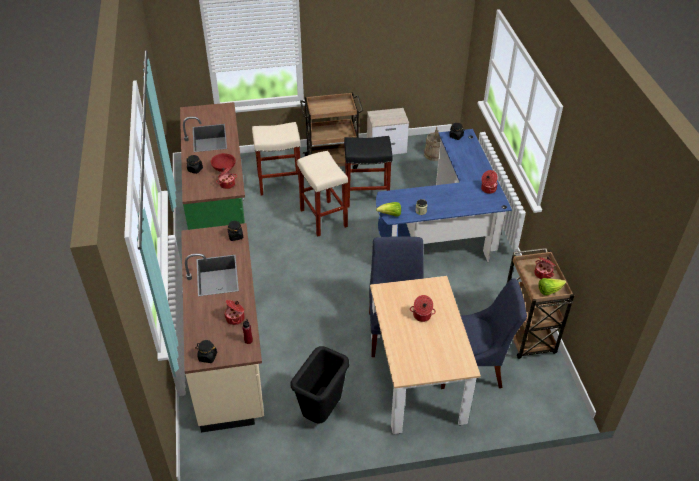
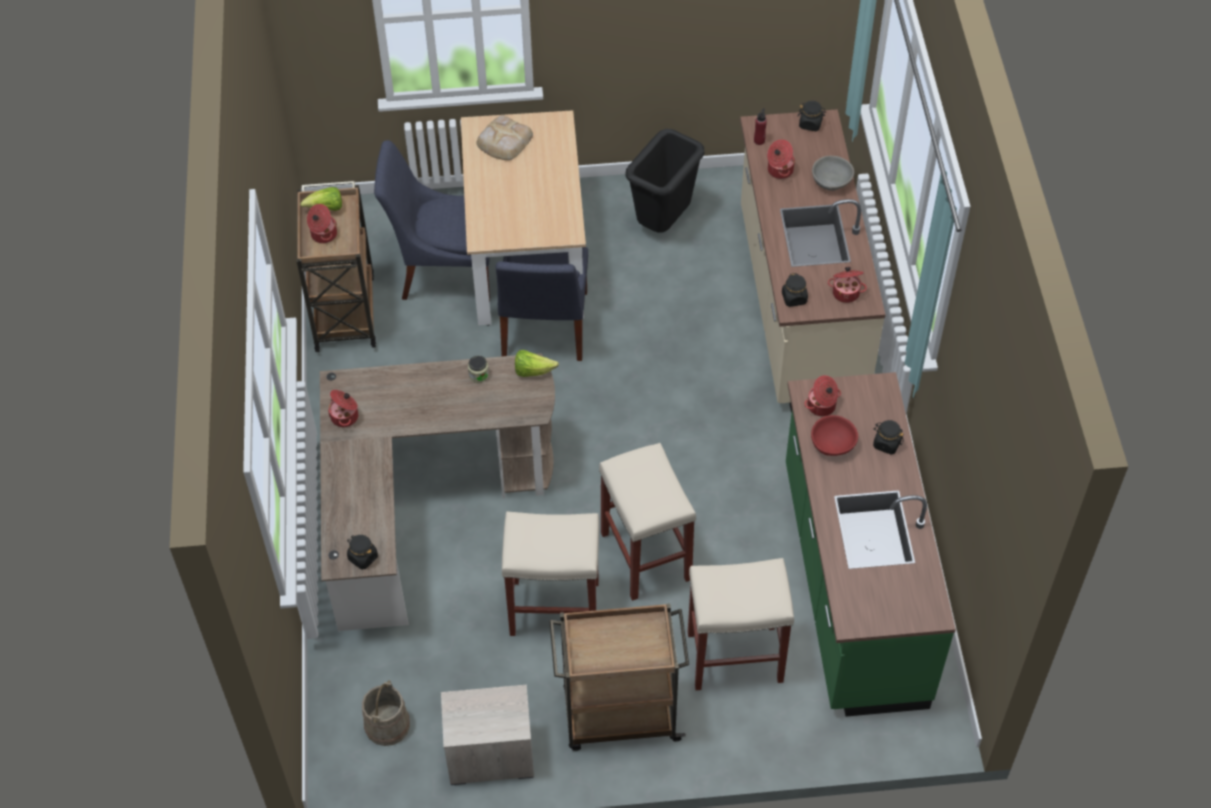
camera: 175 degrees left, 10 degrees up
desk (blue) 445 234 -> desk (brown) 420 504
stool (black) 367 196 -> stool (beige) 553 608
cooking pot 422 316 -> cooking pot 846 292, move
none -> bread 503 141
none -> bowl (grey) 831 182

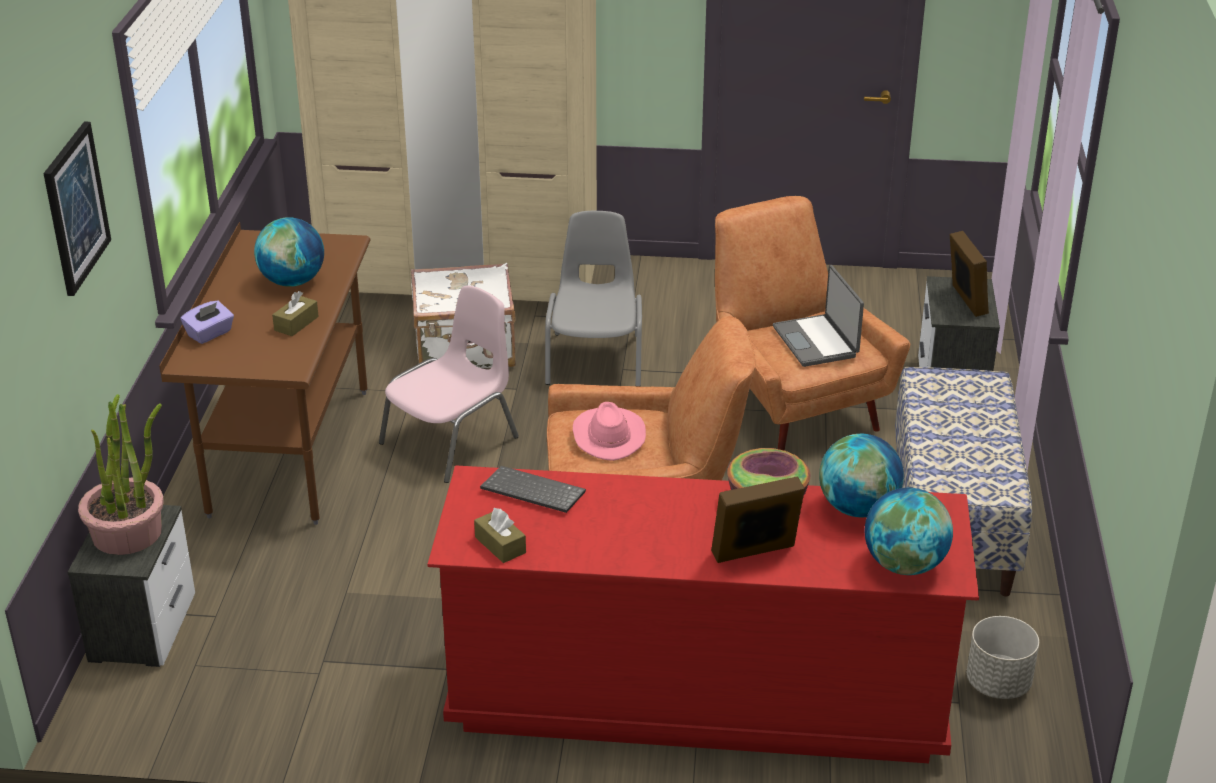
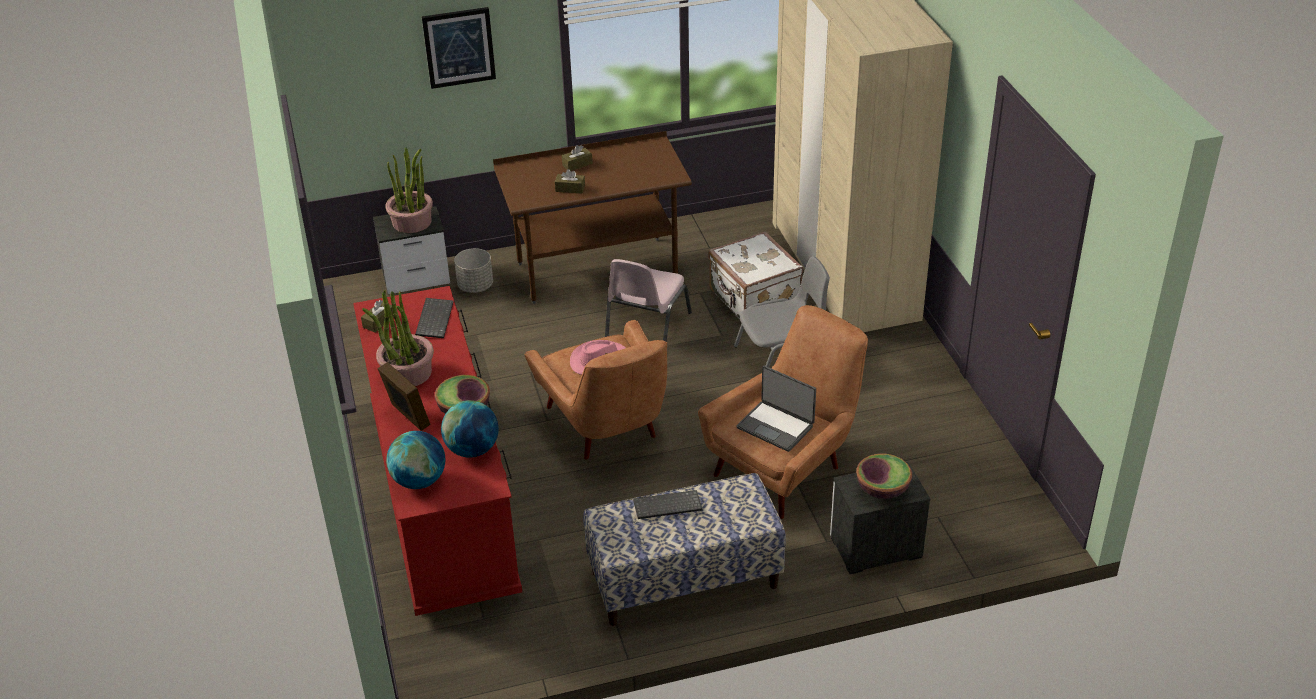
camera: 70 degrees right, 5 degrees up
globe 292 281 -> none
picture frame 965 301 -> bowl 882 489
laptop 817 342 -> laptop 776 426, 105 degrees counterclockwise
chair (pink) 452 440 -> chair (pink) 646 326, 90 degrees clockwise
tissue box (purple) 210 334 -> none
planter (grey) 998 684 -> planter (grey) 475 286, move
none -> tissue box (brown) 577 164
none -> potted plant 407 373
none -> keyboard 666 507

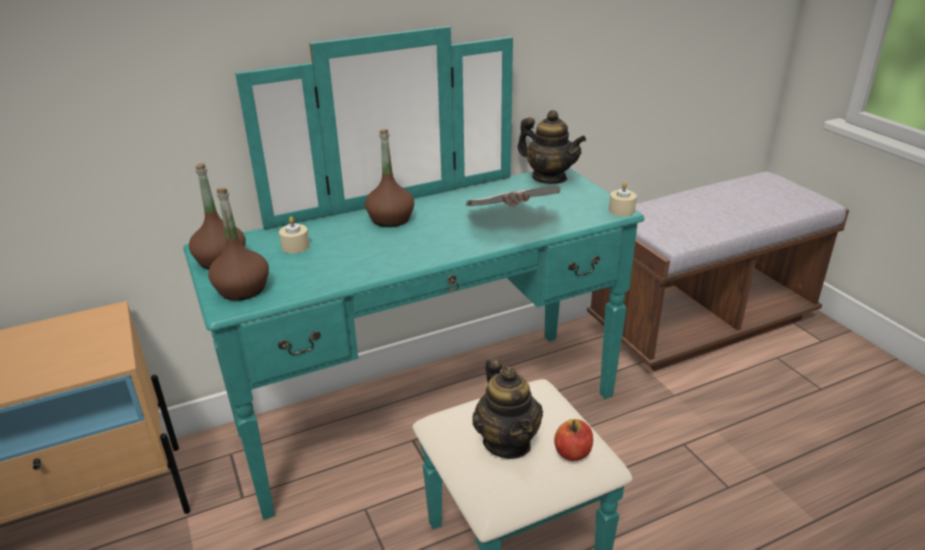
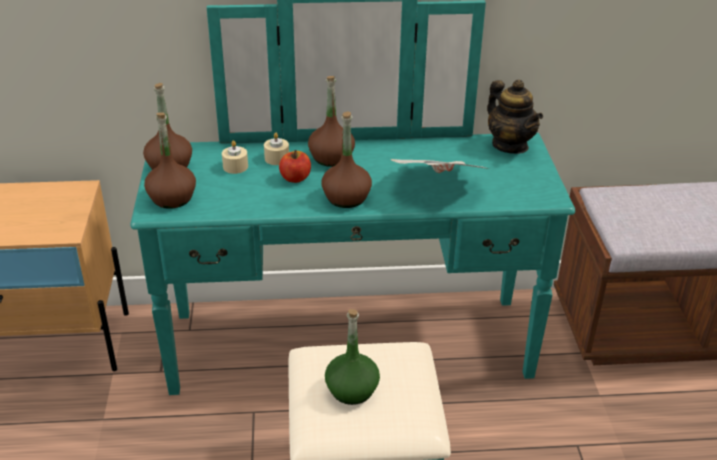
camera: 20 degrees right, 5 degrees up
candle (beige) 621 210 -> candle (beige) 277 158, move
teapot 507 442 -> bottle (green) 352 390
apple 573 453 -> apple 295 178, move
none -> bottle (brown) 346 198

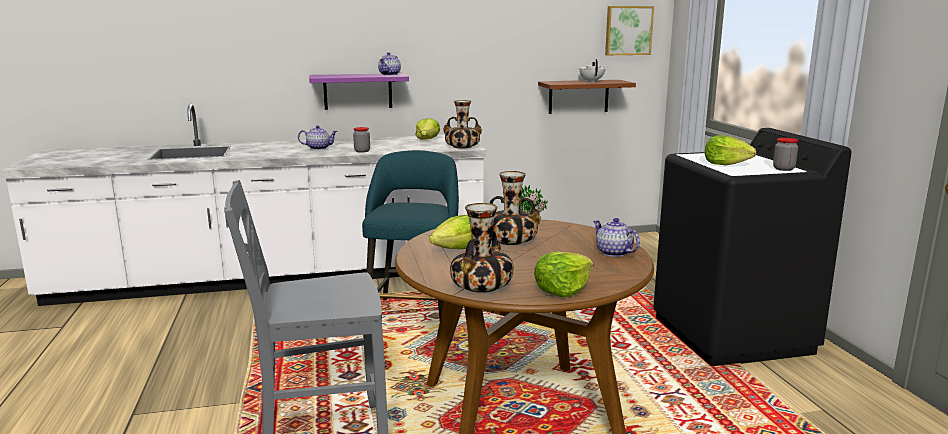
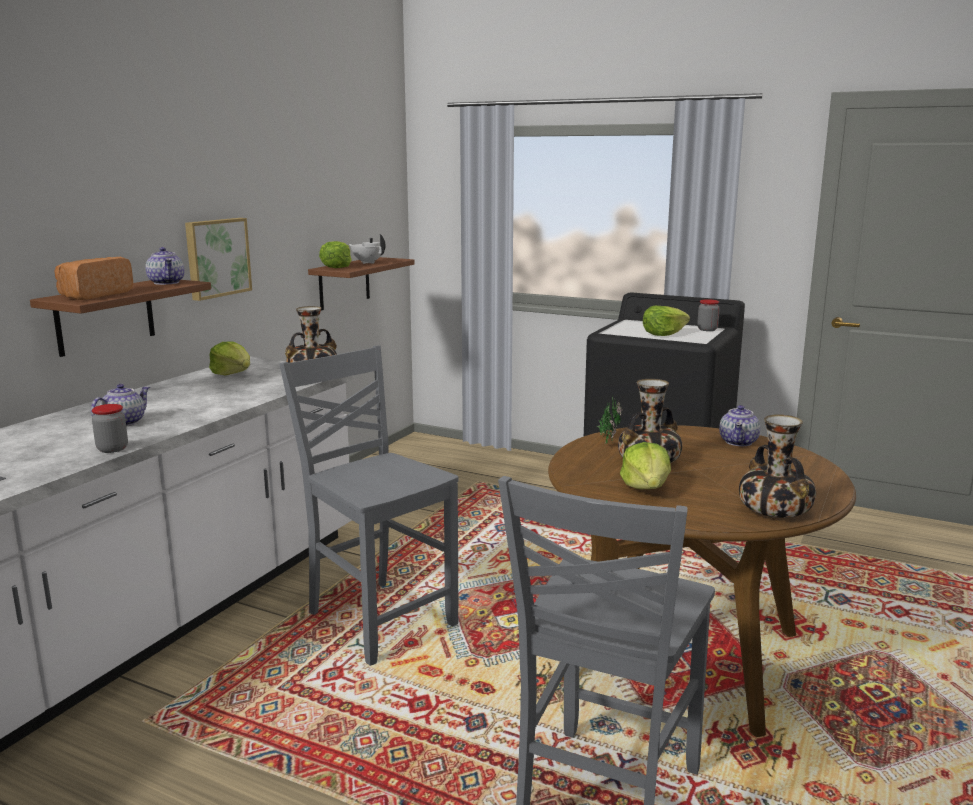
camera: 50 degrees left, 0 degrees up
picture 628 30 -> picture 216 257, move
shelf (purple) 358 91 -> shelf (brown) 105 316
jar 362 151 -> jar 112 449, move
stool (turquoise) 413 313 -> chair (grey) 379 618
teapot 613 253 -> teapot 739 442, 75 degrees counterclockwise
lettuce 562 290 -> lettuce 336 267, move
none -> bread 94 295

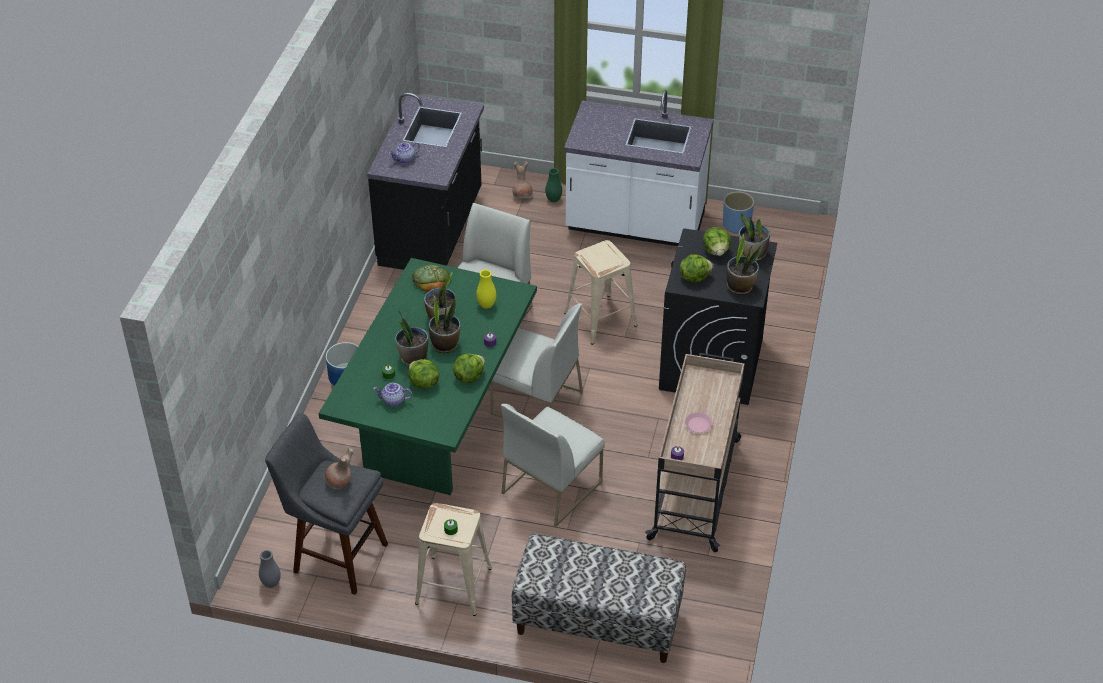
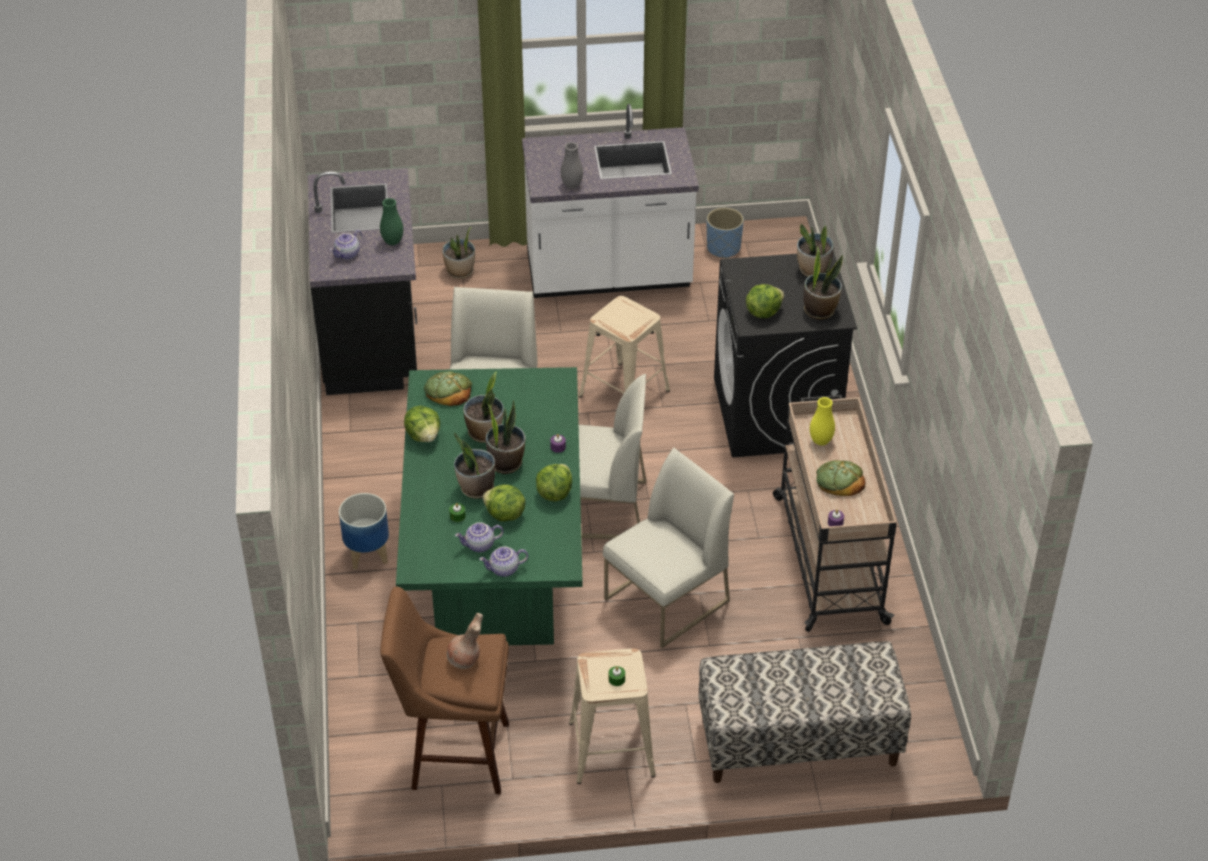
camera: 20 degrees left, 0 degrees up
vase (brown) 522 196 -> potted plant 460 272
vase (green) 553 200 -> vase (green) 392 242, move
lettuce 716 251 -> lettuce 424 436, move
vase (yellow) 486 305 -> vase (yellow) 820 441, move
chair (white) 551 486 -> chair (white) 666 601, 150 degrees counterclockwise
plate (pink) 698 425 -> bread 839 480
stool (grey) 336 556 -> stool (brown) 454 755
vase (grey) 271 583 -> vase (grey) 572 185, move
none -> teapot 504 570

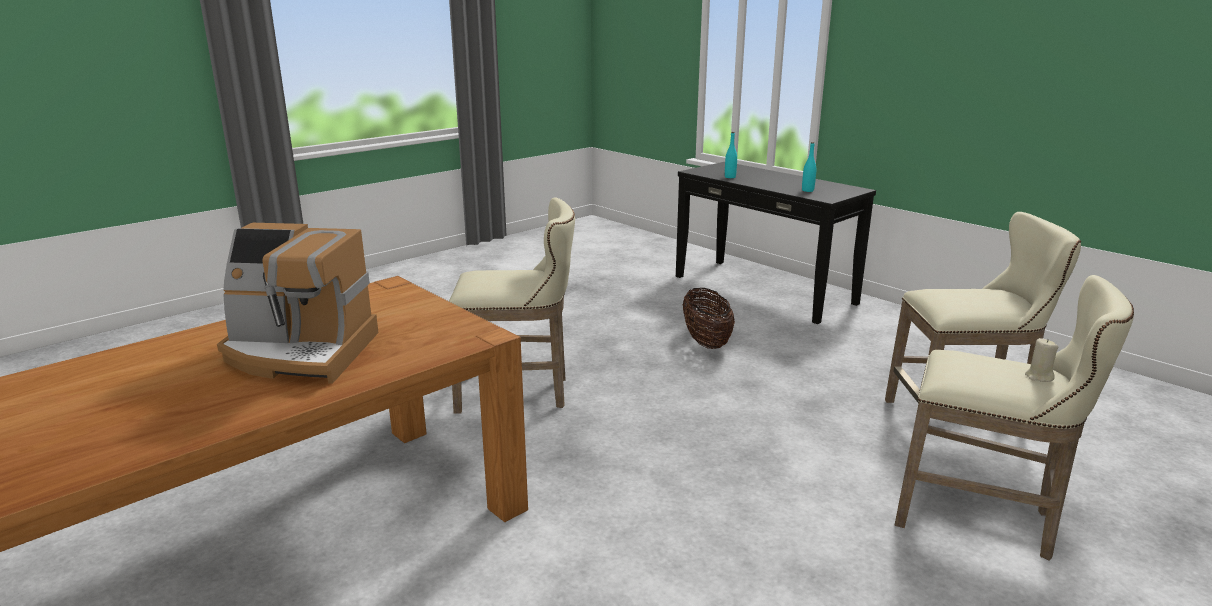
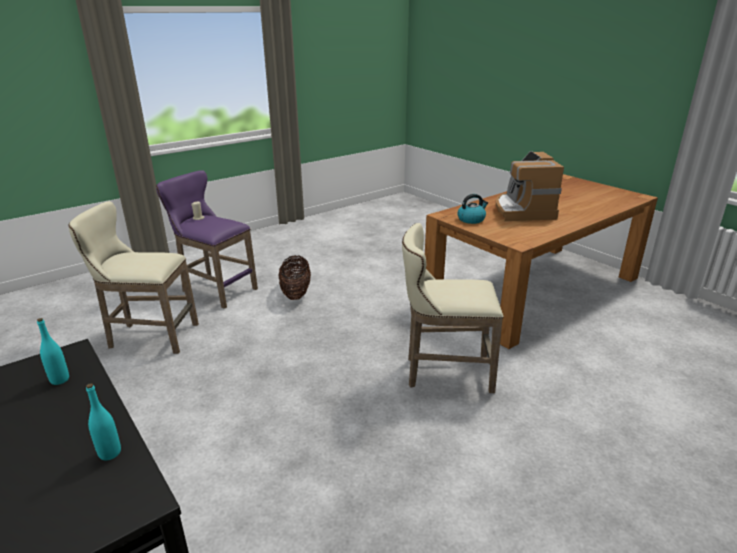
camera: 175 degrees left, 5 degrees up
coffee machine 300 353 -> coffee machine 522 211, 105 degrees counterclockwise
stool (beige) 982 519 -> stool (purple) 215 290
basket 706 341 -> basket 296 293, move
none -> kettle 471 219

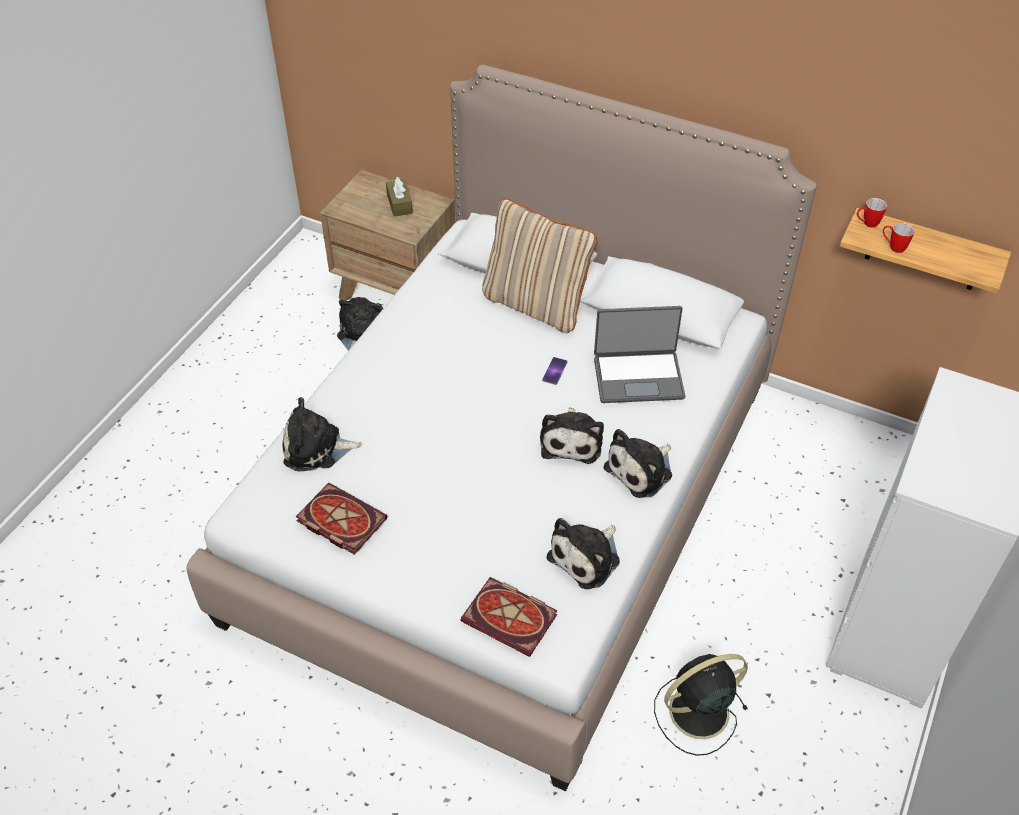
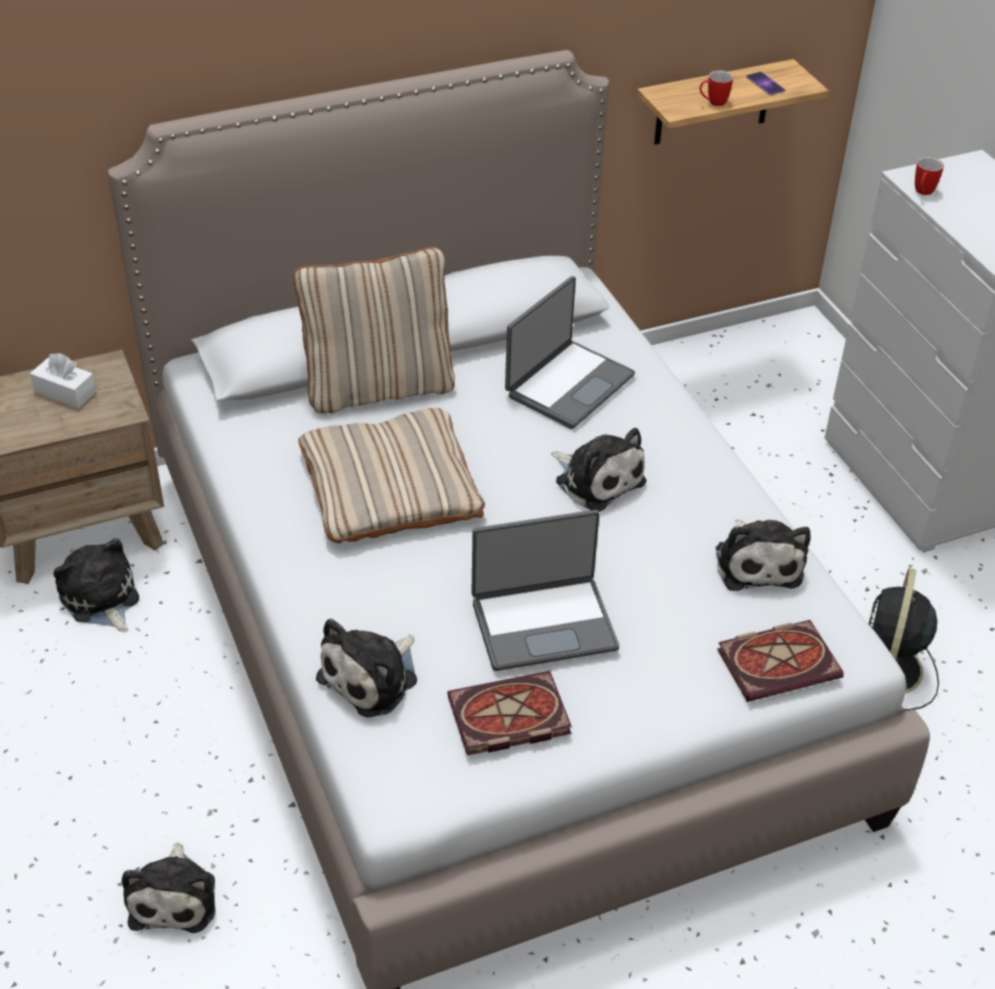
camera: 50 degrees left, 5 degrees down
tissue box (brown) 399 204 -> tissue box (white) 65 392
mug 866 224 -> mug 922 193, move
phone 554 371 -> phone 765 84, move
plush toy 641 470 -> plush toy 175 897, move
none -> pillow (beige) 390 486
none -> laptop 543 623

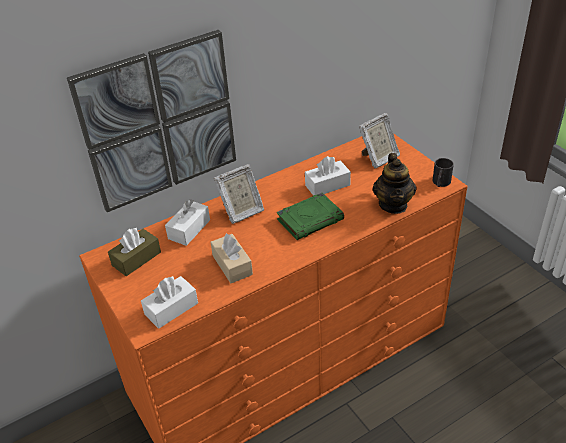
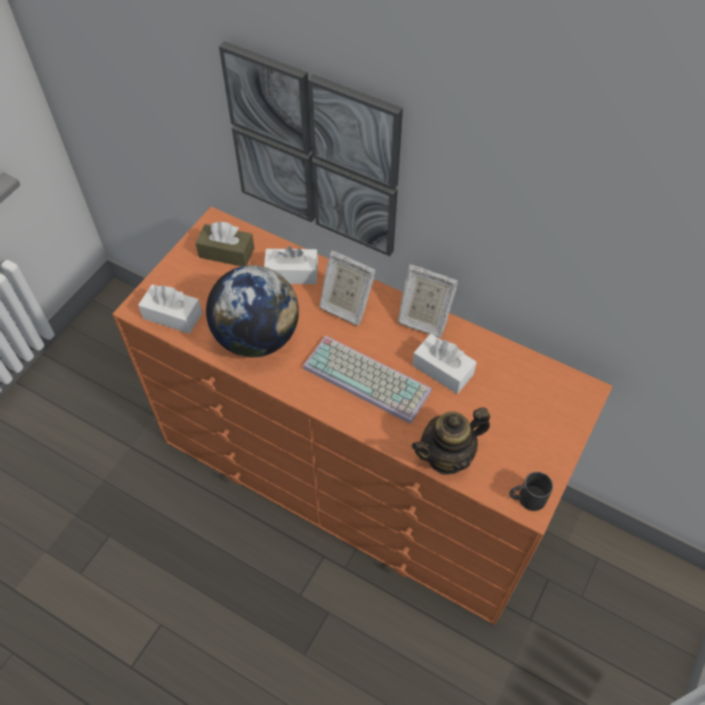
camera: 60 degrees right, 15 degrees up
picture frame 378 158 -> picture frame 423 319, move
book (green) 310 219 -> keyboard 369 378
tissue box (beige) 232 265 -> globe 257 337

